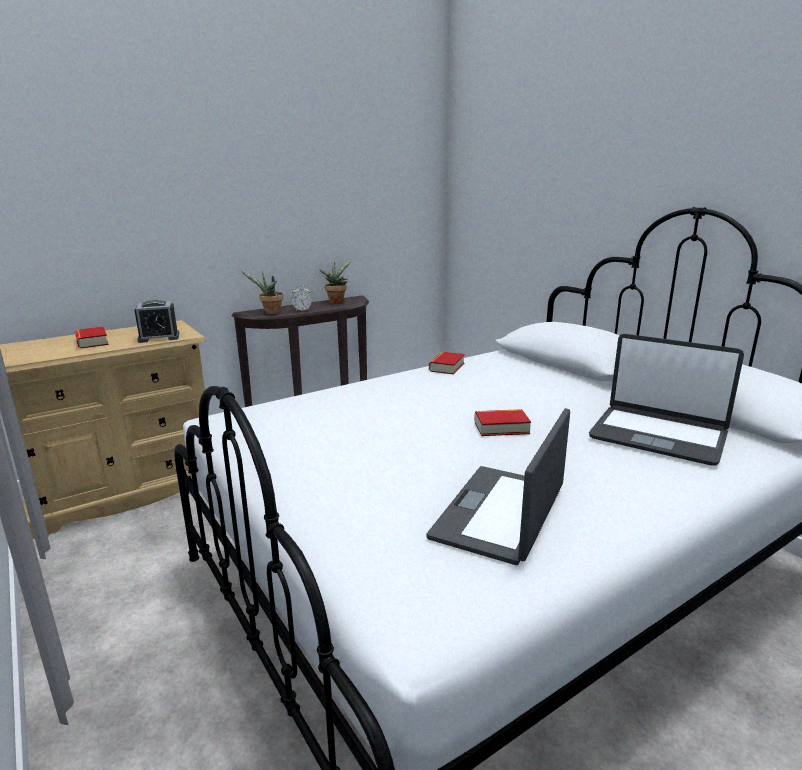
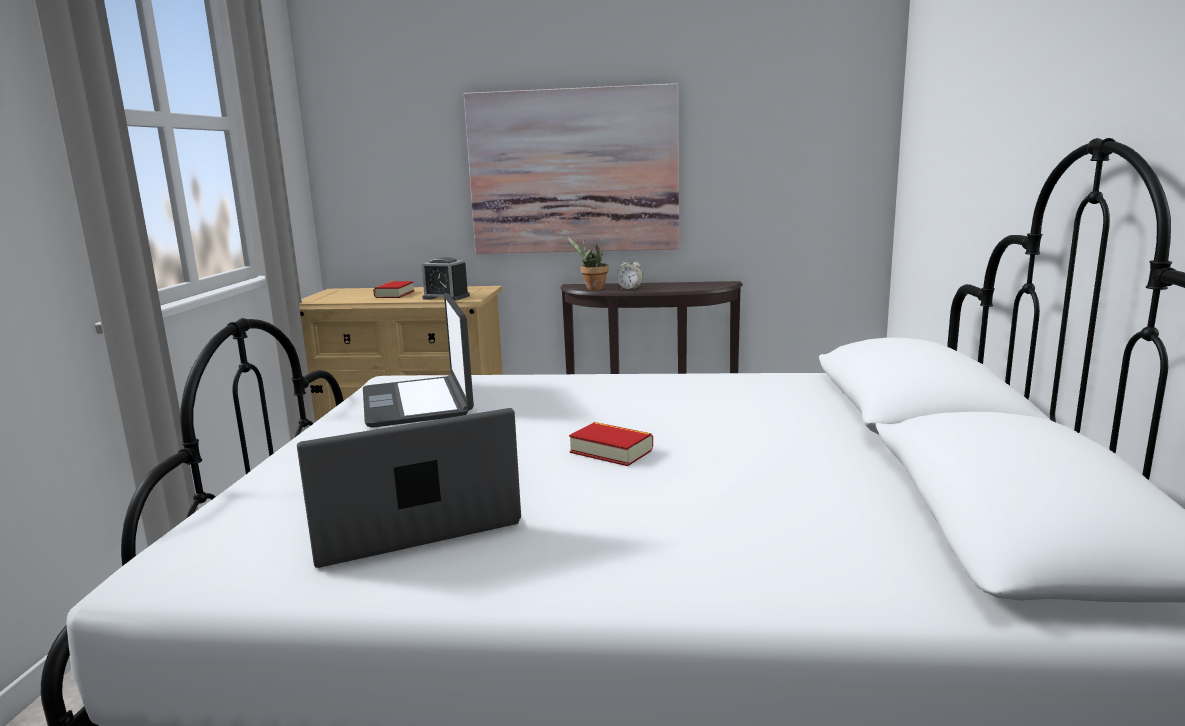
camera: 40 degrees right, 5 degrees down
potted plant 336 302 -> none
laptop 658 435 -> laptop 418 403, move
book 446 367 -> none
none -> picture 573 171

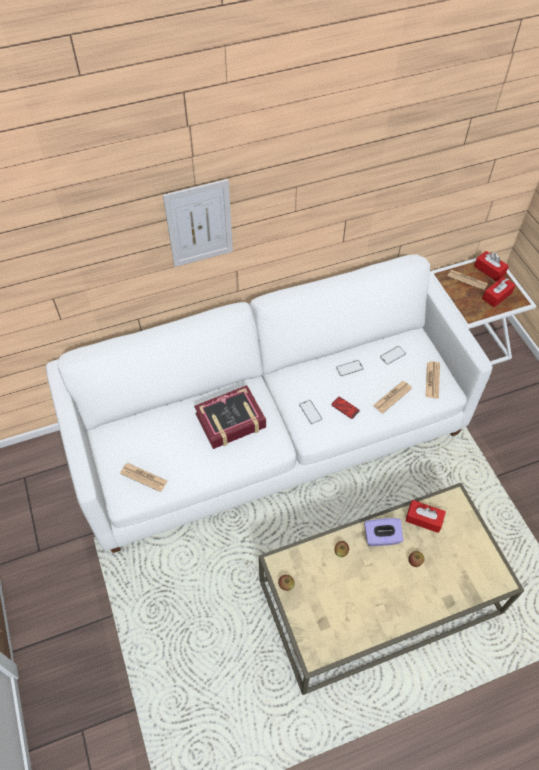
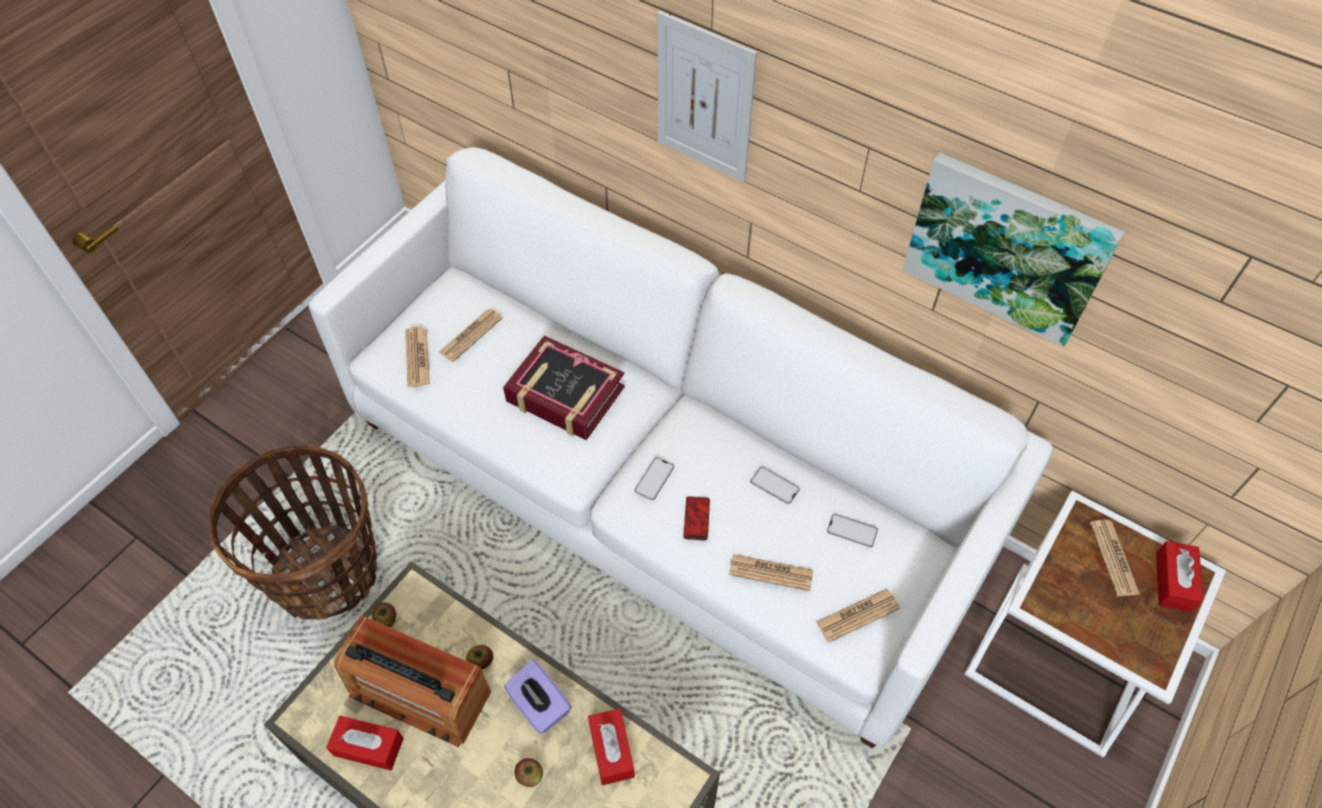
camera: 55 degrees right, 0 degrees up
tissue box (red) 497 296 -> tissue box (red) 368 747, move
none -> picture 1007 247
none -> newspaper 471 335
none -> basket 326 573
none -> radio 419 693

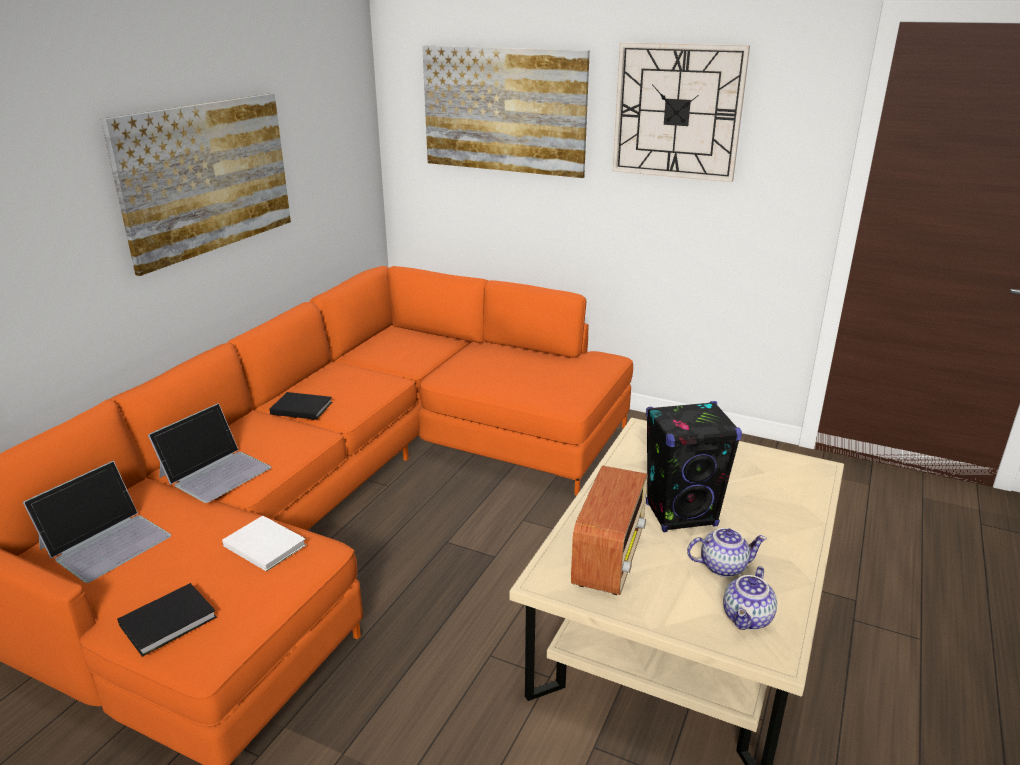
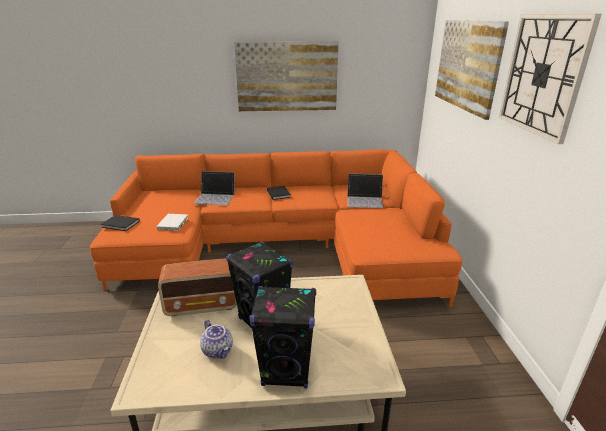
camera: 60 degrees right, 0 degrees up
laptop 106 541 -> laptop 365 200, move
teapot 748 618 -> none
none -> speaker (black) 286 371

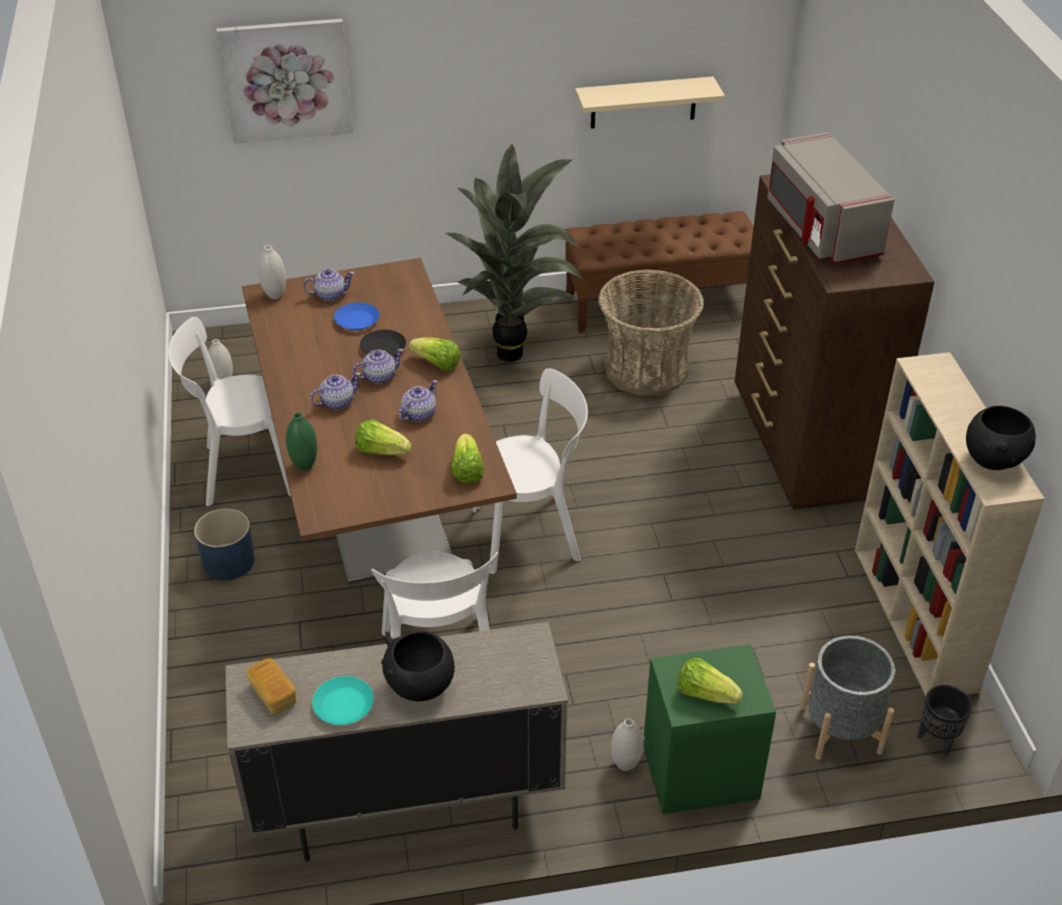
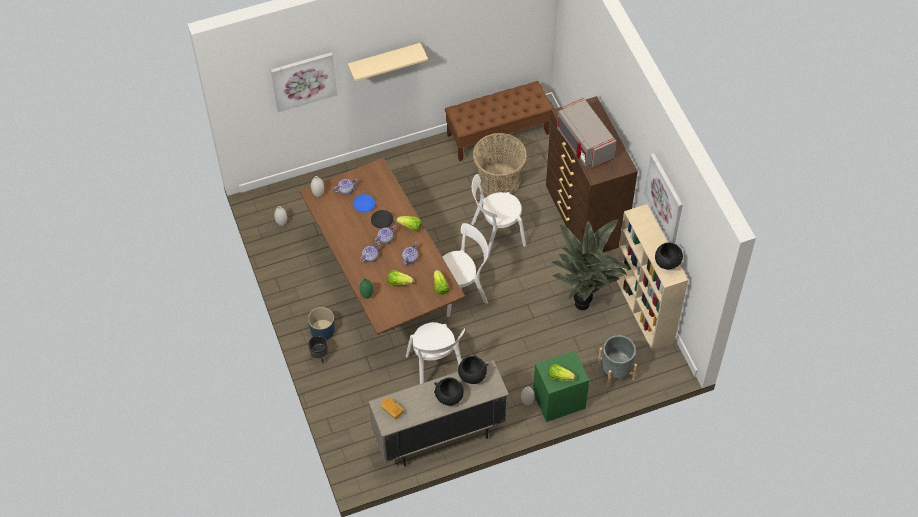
camera: 10 degrees left, 15 degrees up
shelf (beige) 643 102 -> shelf (beige) 384 61, move
potted plant 515 351 -> potted plant 584 301, move
chair (white) 244 470 -> chair (white) 495 235, move
plate (turquoise) 344 705 -> none
planter (black) 937 740 -> planter (black) 320 357, move
none -> picture 665 198
none -> bowl (black) 472 376

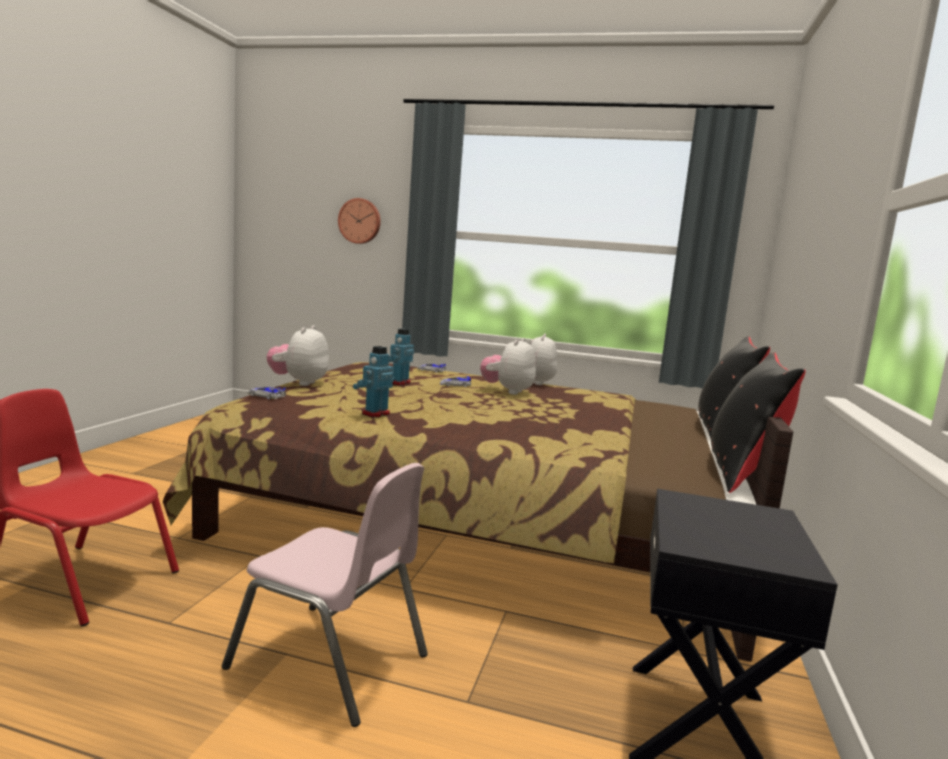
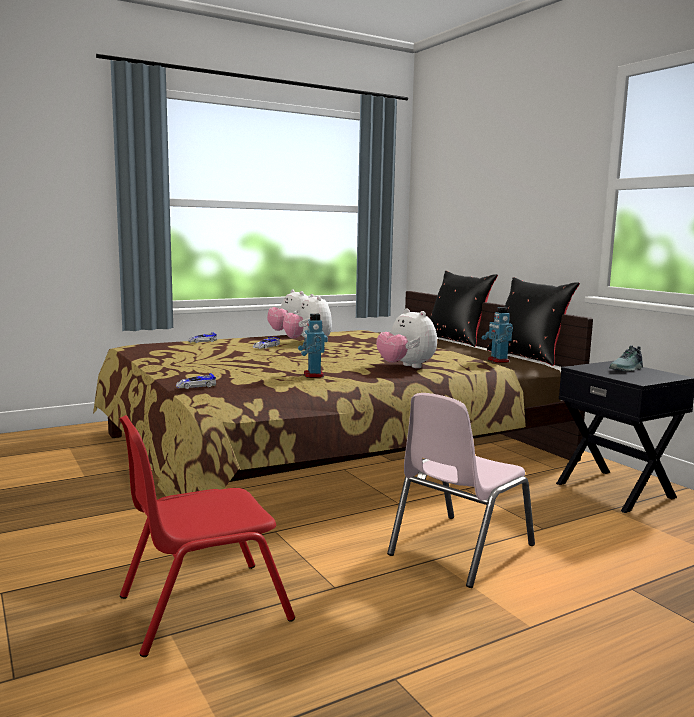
camera: 45 degrees left, 0 degrees up
wall clock 360 221 -> none
plush toy 299 383 -> plush toy 406 367, move
toy robot 399 383 -> toy robot 498 361, move
chair (pink) 330 661 -> chair (pink) 459 549, 150 degrees clockwise
none -> shoe 627 369

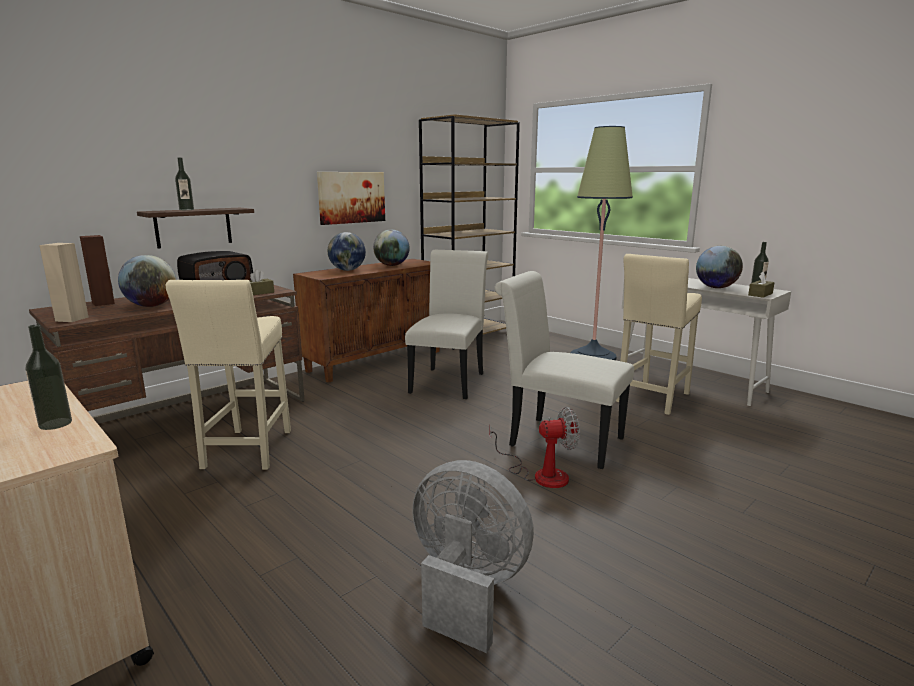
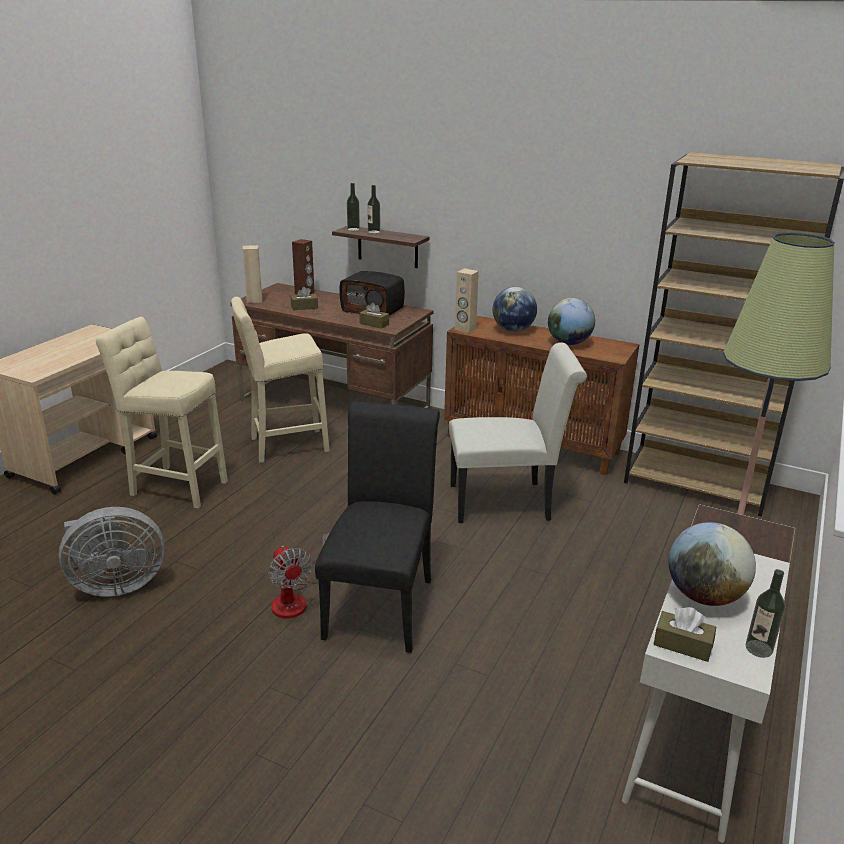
camera: 70 degrees right, 10 degrees up
picture 351 197 -> none
stool (beige) 652 399 -> stool (beige) 175 486, move
globe 151 306 -> tissue box (brown) 304 307
chair (white) 558 440 -> chair (black) 381 602
bottle 55 424 -> bottle 353 229, move
fan (grey) 466 589 -> fan (grey) 116 584, 60 degrees clockwise
none -> speaker (beige) 465 329

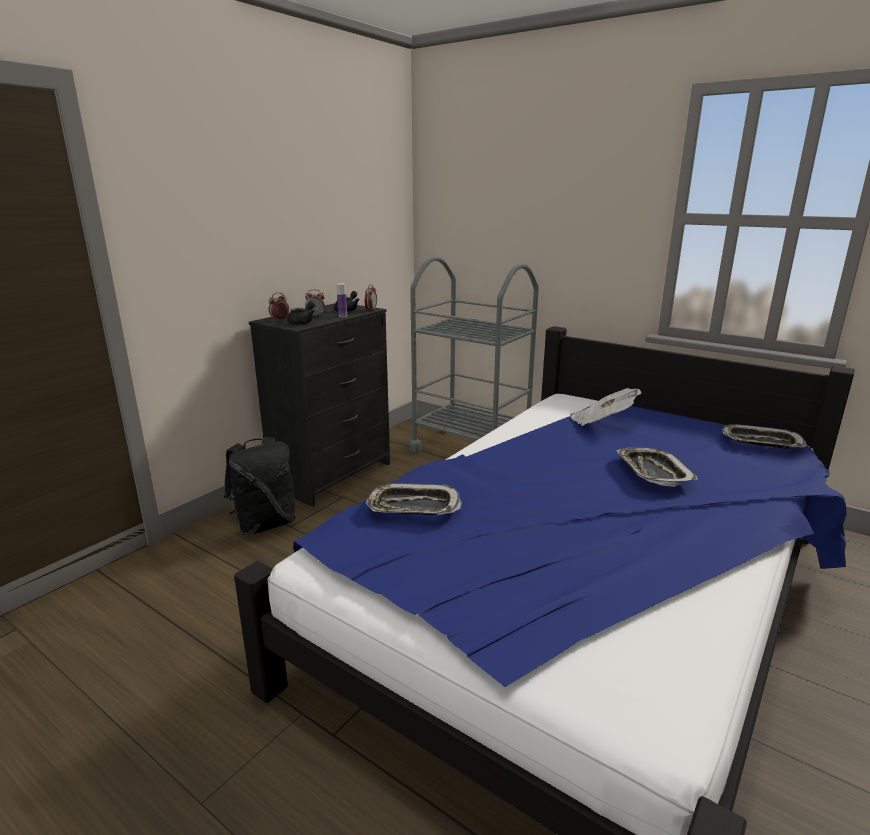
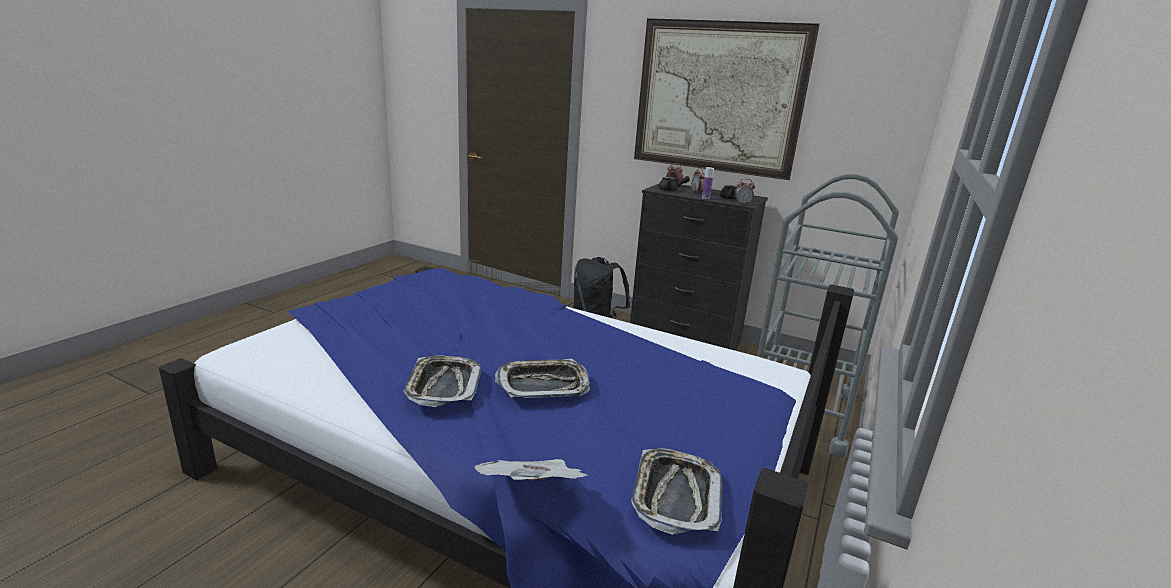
camera: 80 degrees right, 0 degrees up
newspaper 602 422 -> newspaper 533 493, move
tray 413 507 -> tray 443 386, move
none -> picture 718 98

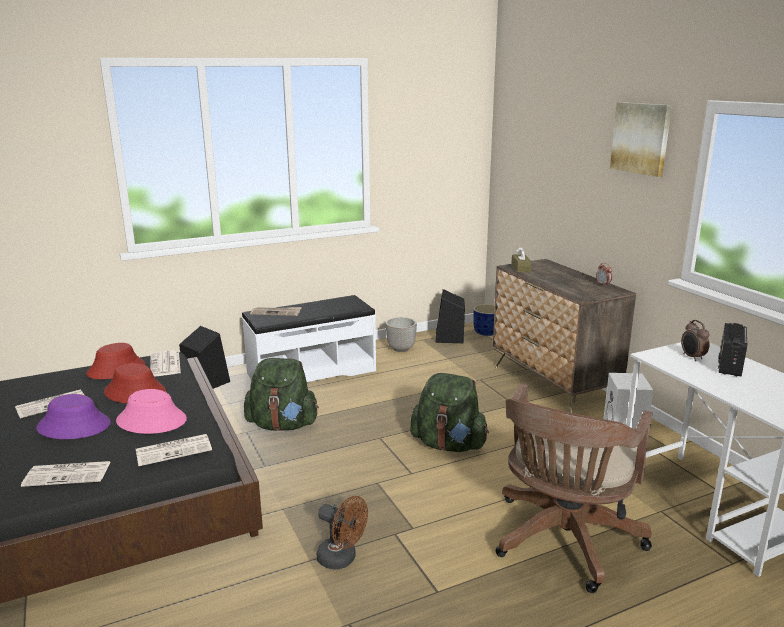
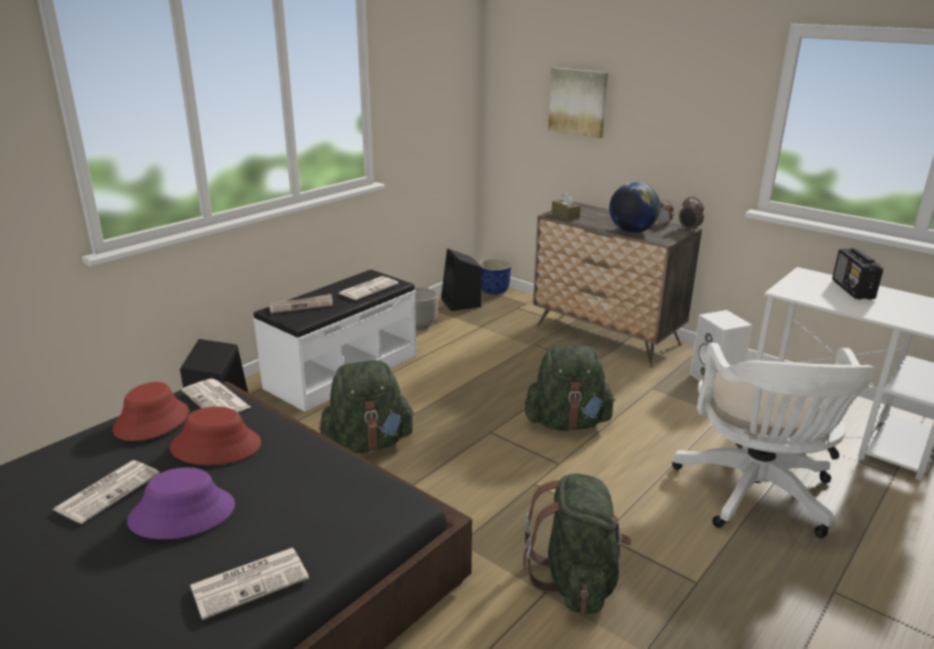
camera: 25 degrees left, 5 degrees up
picture 641 138 -> picture 578 102, move
alarm clock 692 357 -> alarm clock 689 229, move
office chair (brown) 563 542 -> office chair (white) 756 495
hat (pink) 152 420 -> none
newspaper 174 450 -> newspaper 368 288, move
fan (brown) 342 559 -> backpack (green) 576 580
none -> globe 632 231

